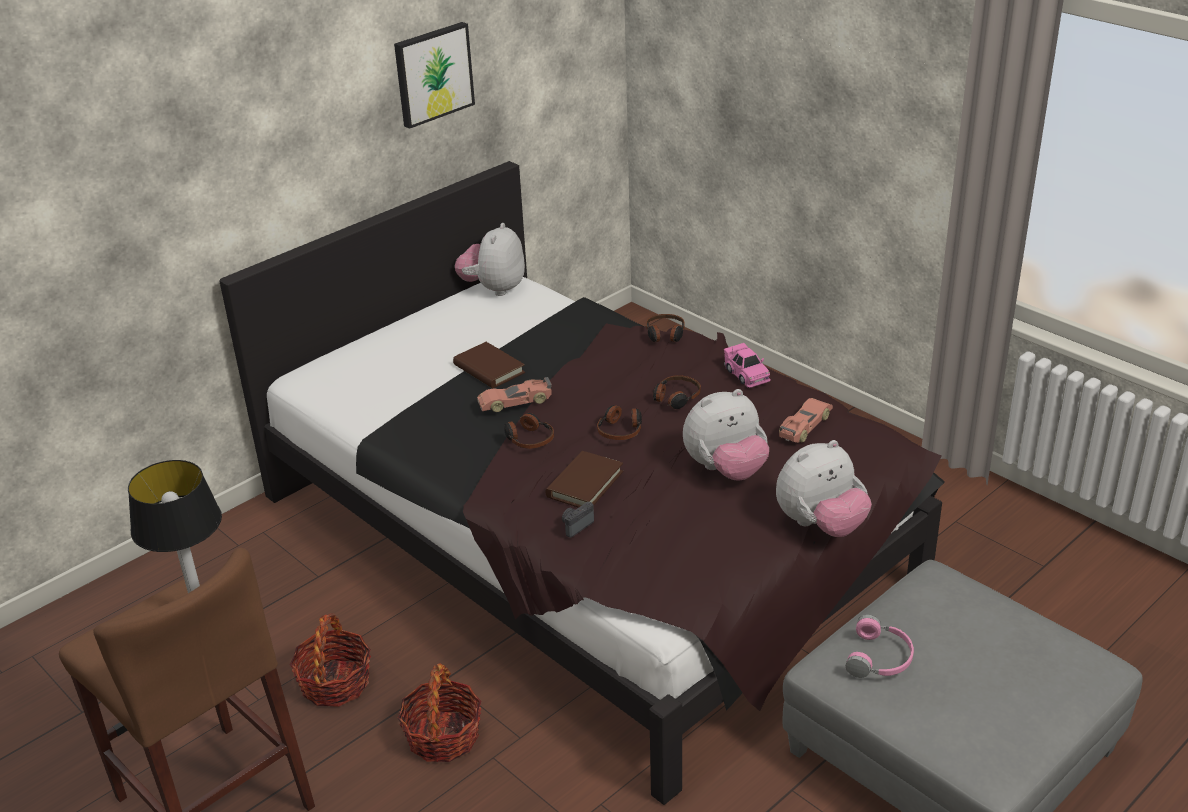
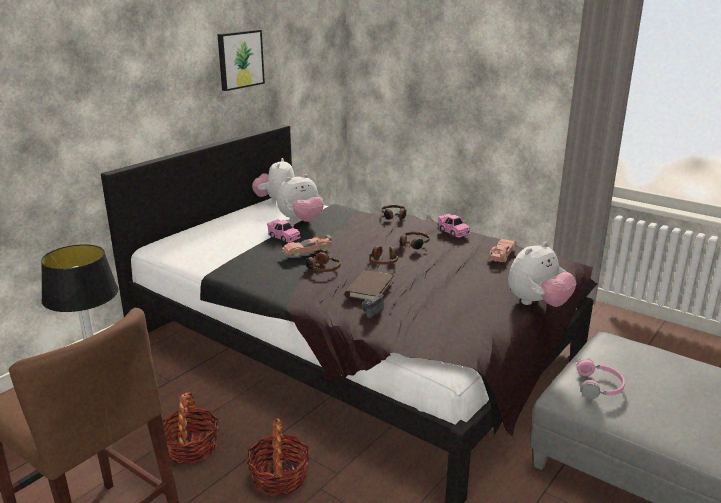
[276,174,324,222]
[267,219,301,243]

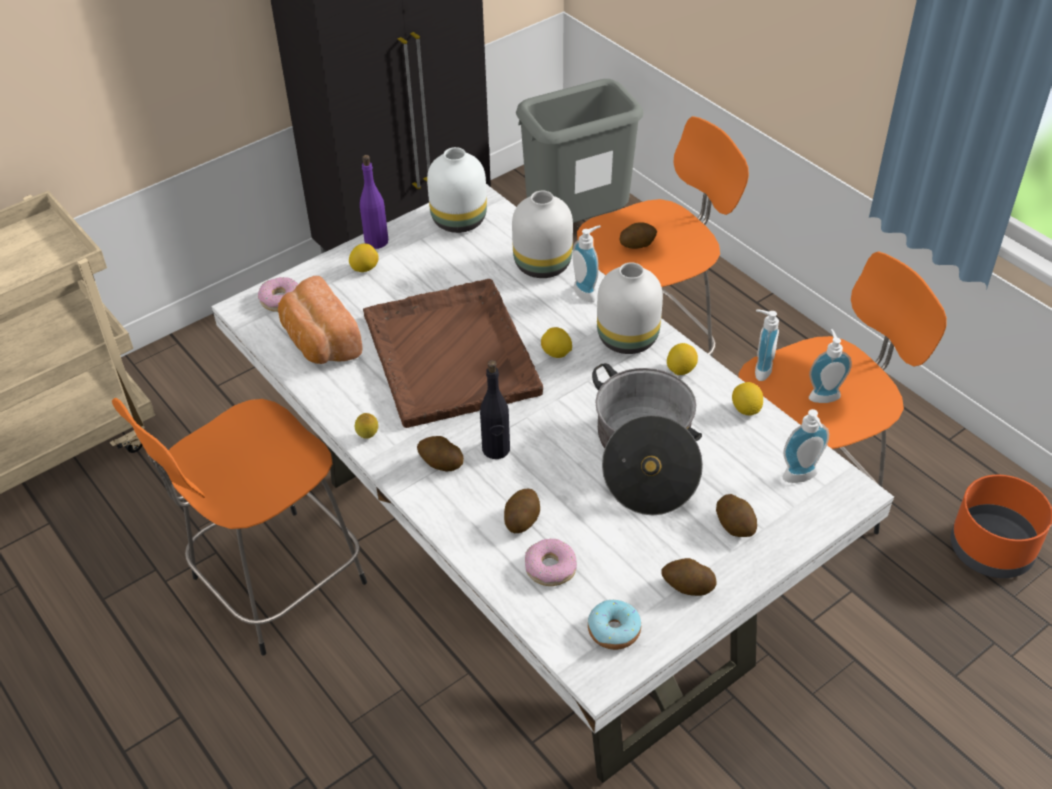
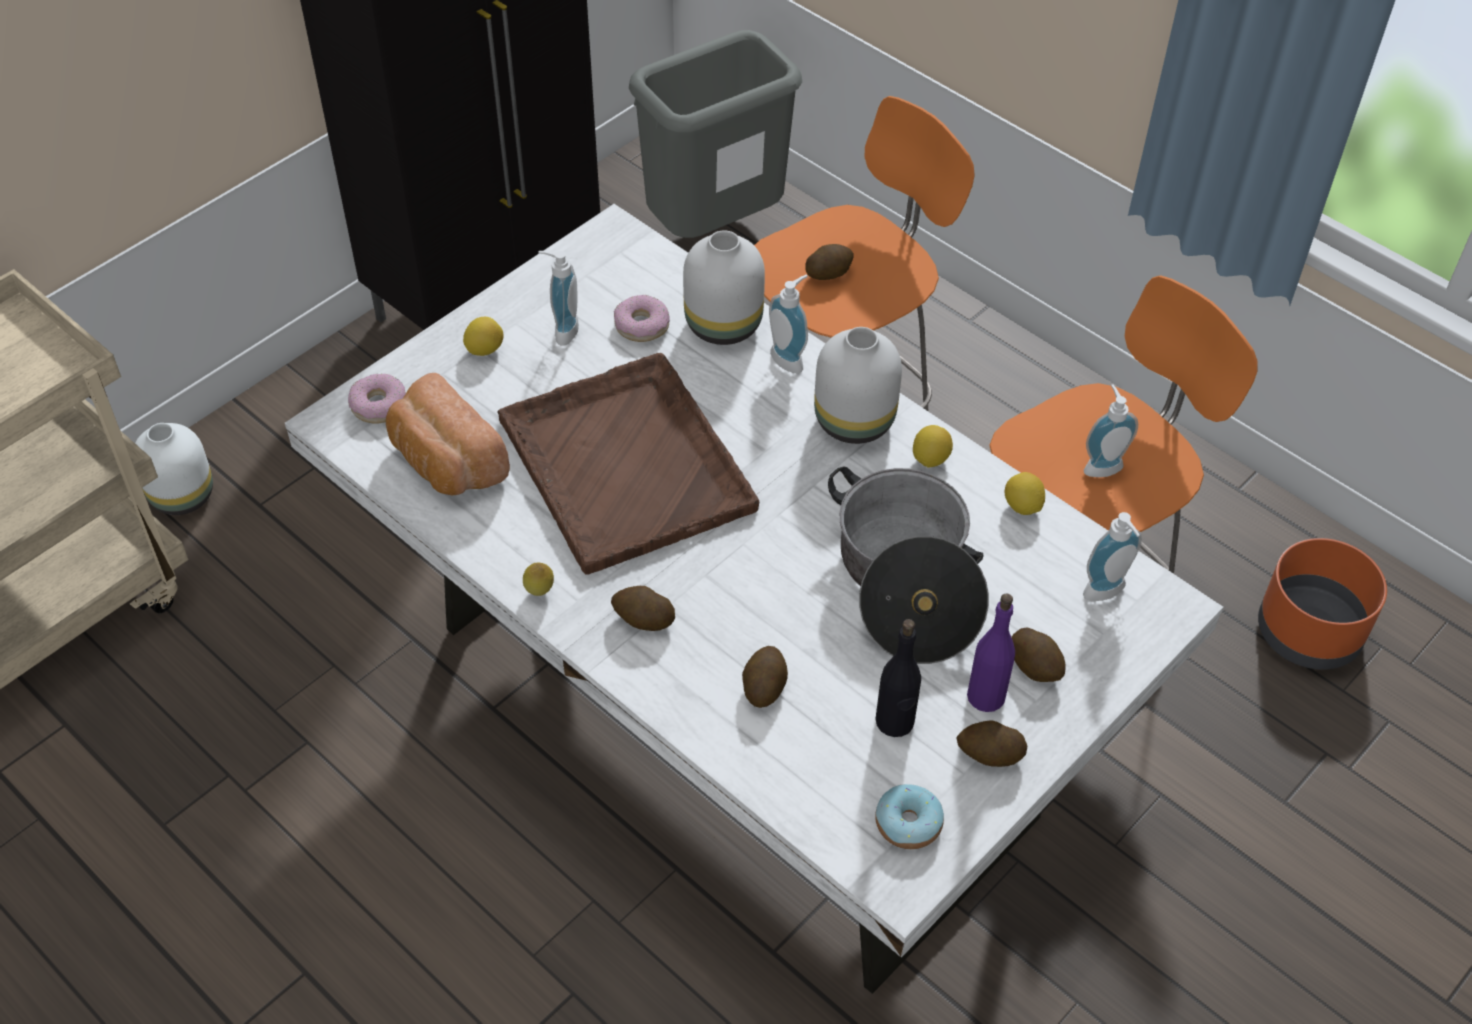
[112,398,367,655] (first image)
[541,327,572,358] (first image)
[967,594,1015,712]
[135,423,213,515]
[875,619,921,737]
[614,295,670,342]
[538,251,579,346]

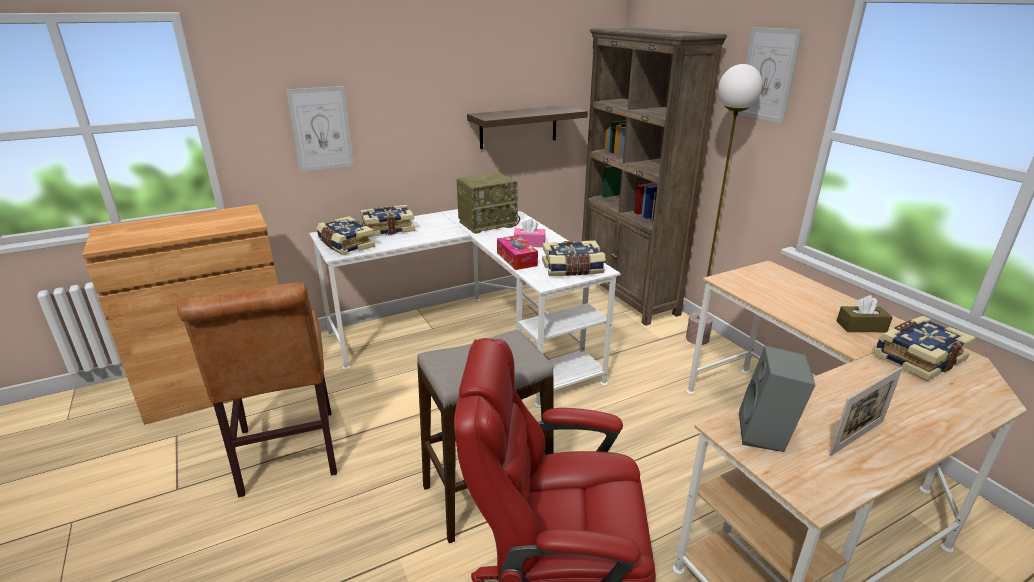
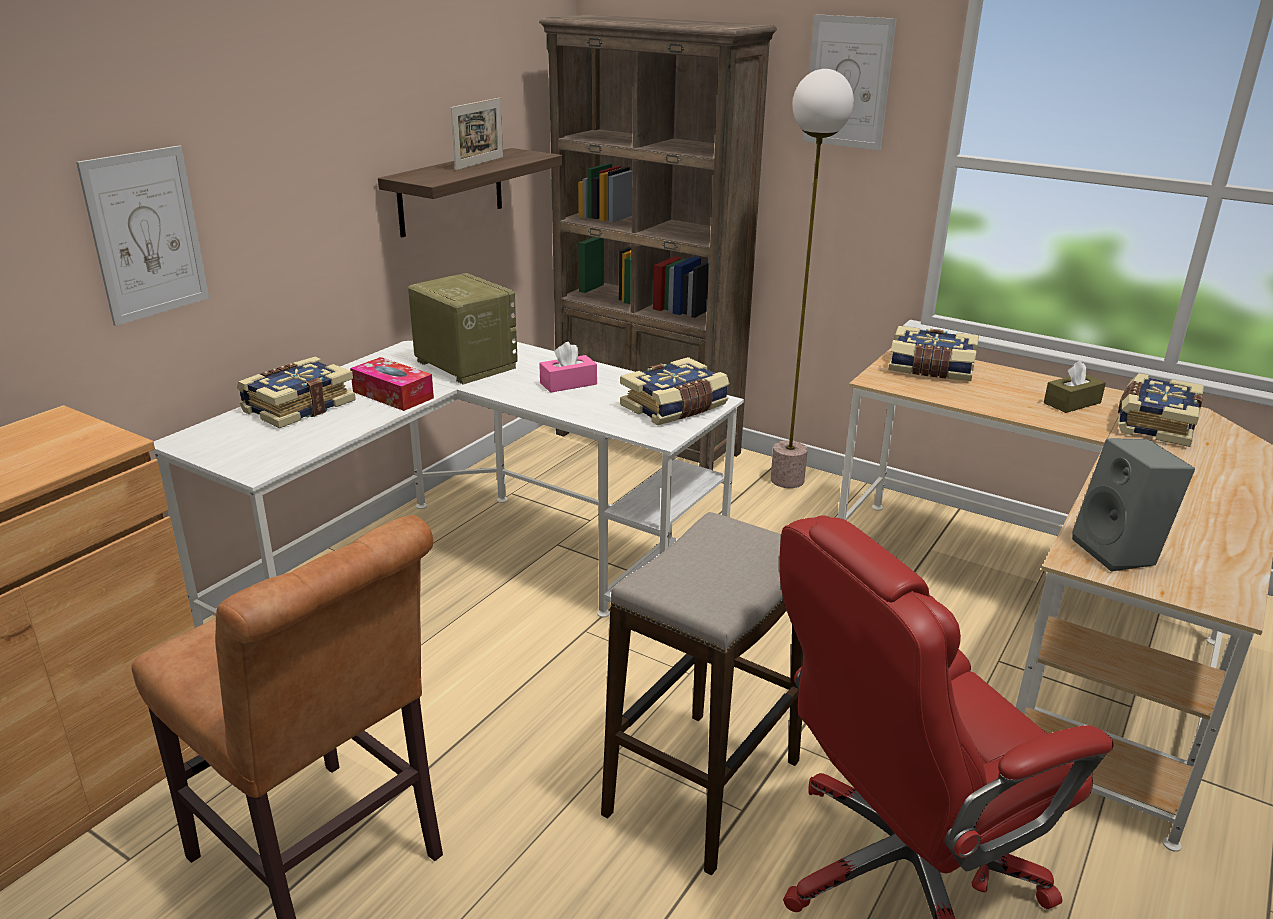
[889,326,979,381]
[350,357,434,411]
[451,98,503,170]
[408,273,518,385]

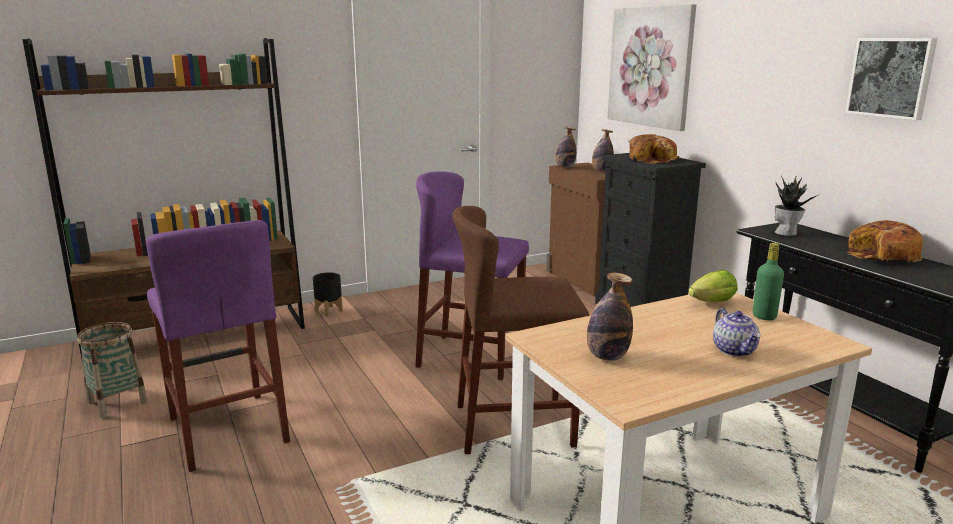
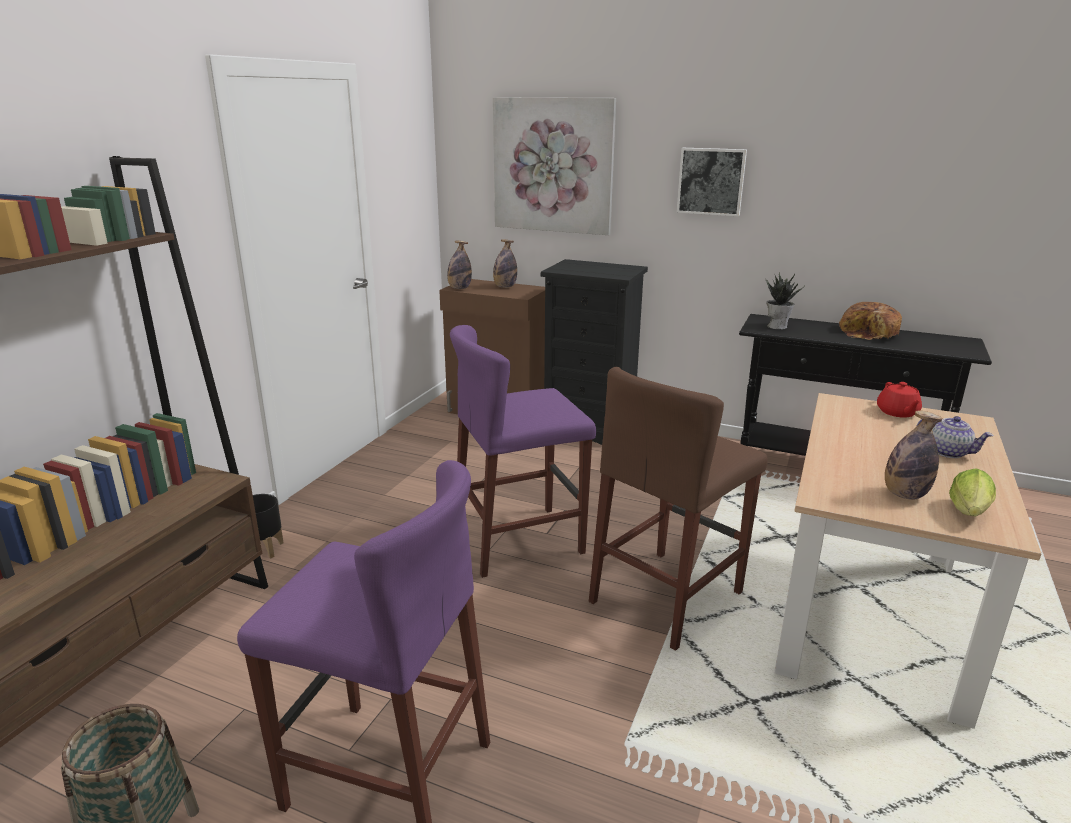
[629,134,679,164] (first image)
[949,468,996,517]
[677,148,747,216]
[877,382,922,418]

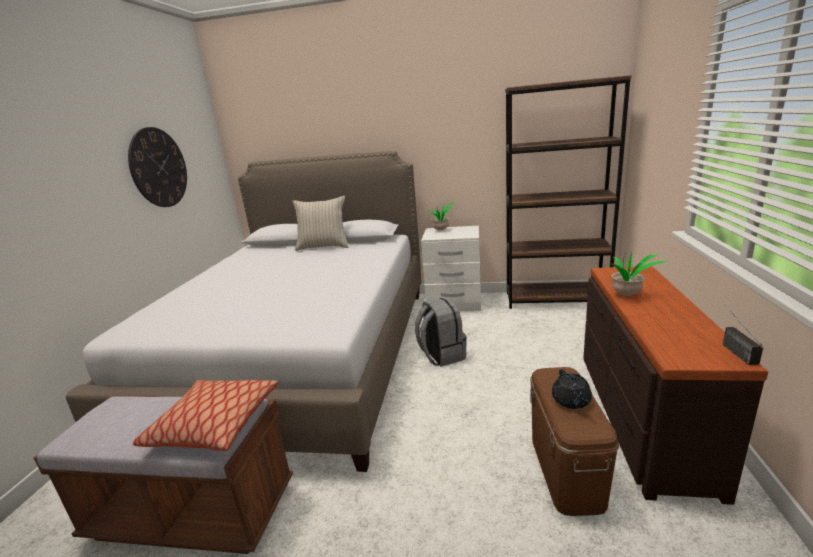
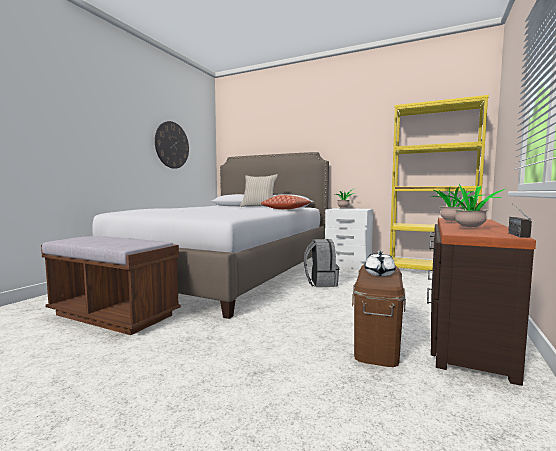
[441,184,505,227]
[261,195,311,209]
[390,95,489,270]
[365,251,396,276]

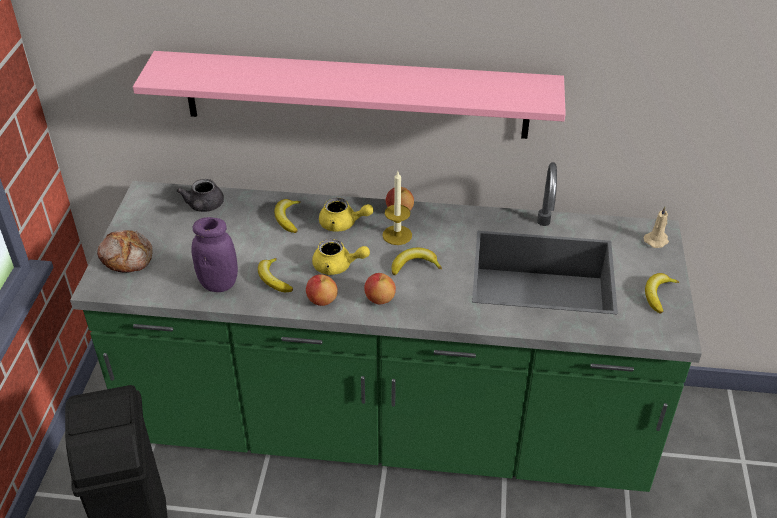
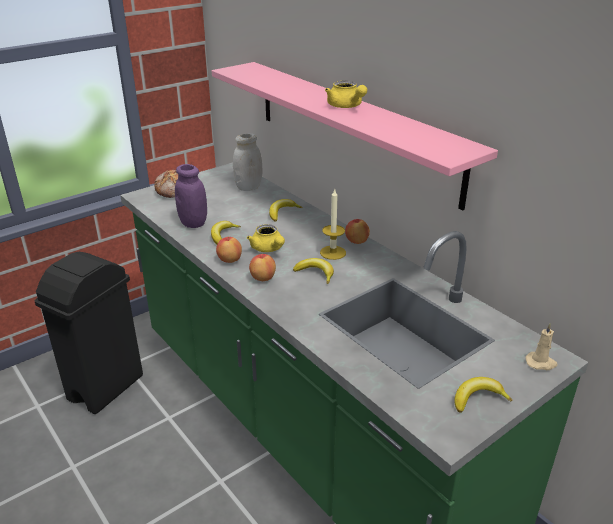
[325,81,367,108]
[233,133,263,191]

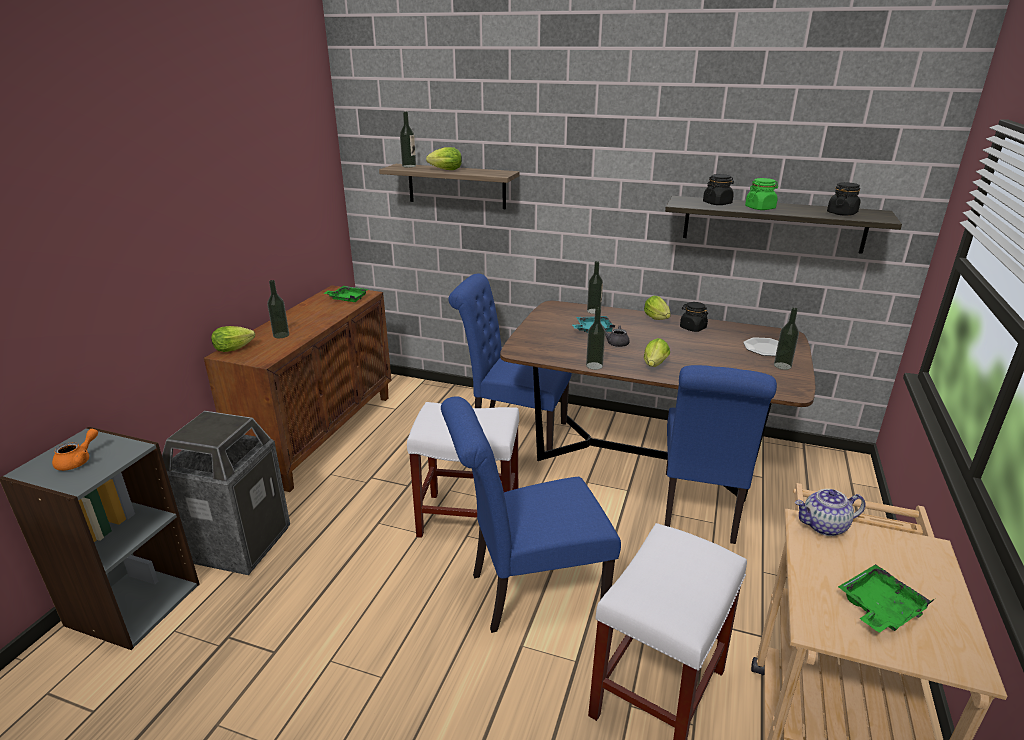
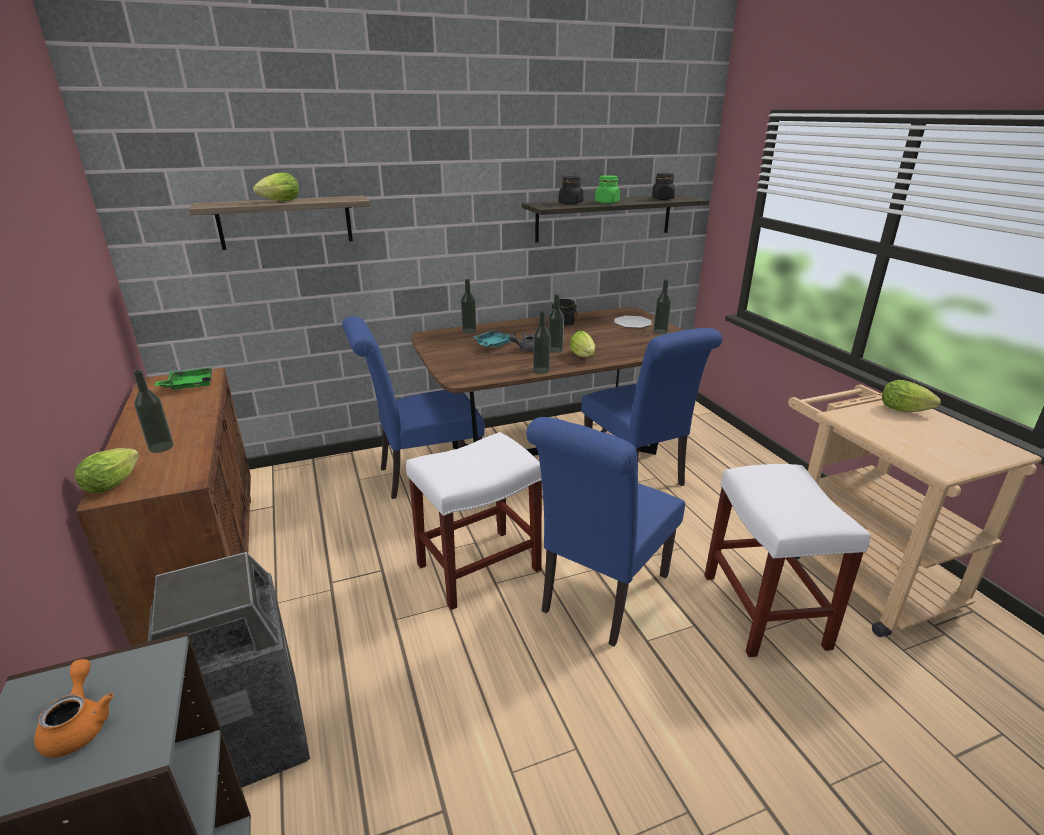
[795,489,866,536] (first image)
[838,564,934,633] (first image)
[548,294,564,353]
[882,380,941,412]

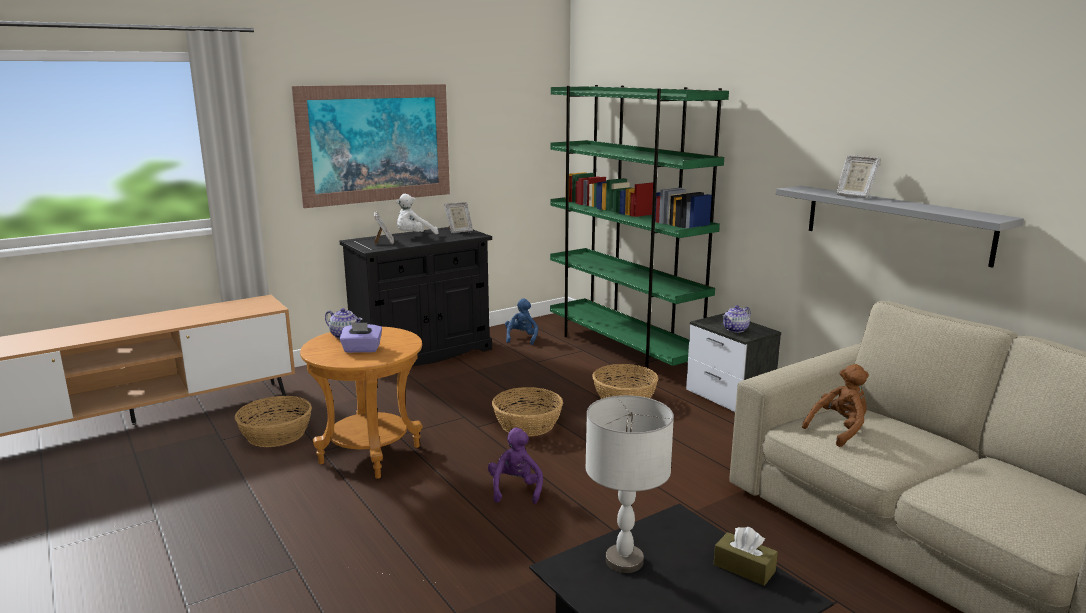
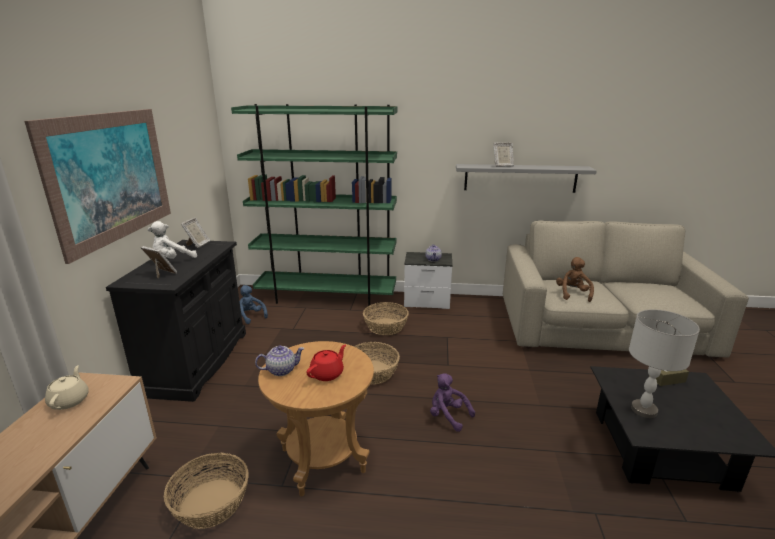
[45,365,88,410]
[306,344,346,381]
[148,221,197,259]

